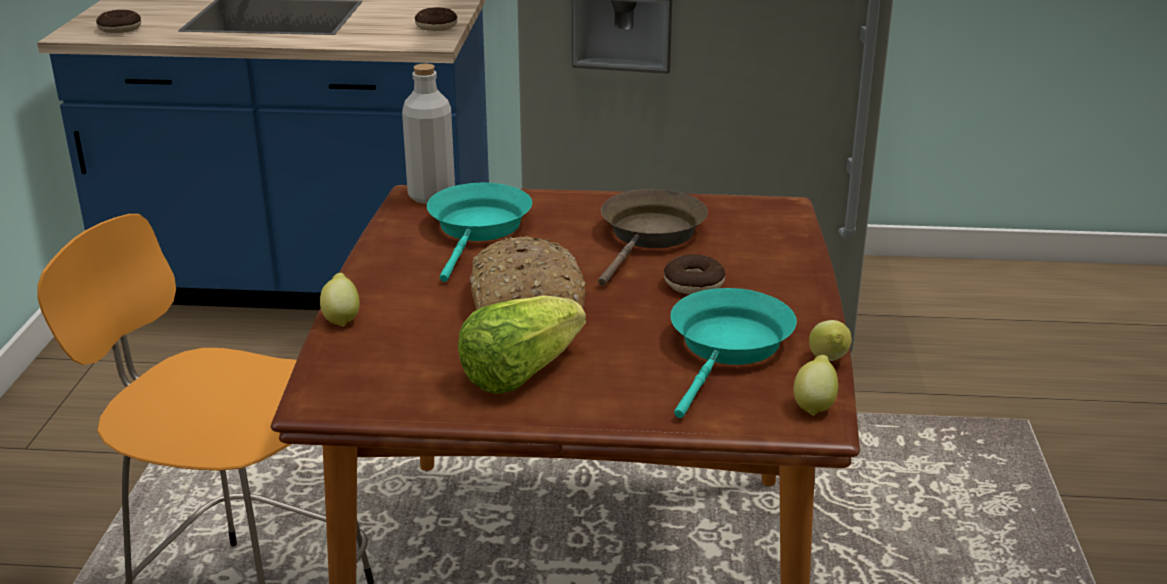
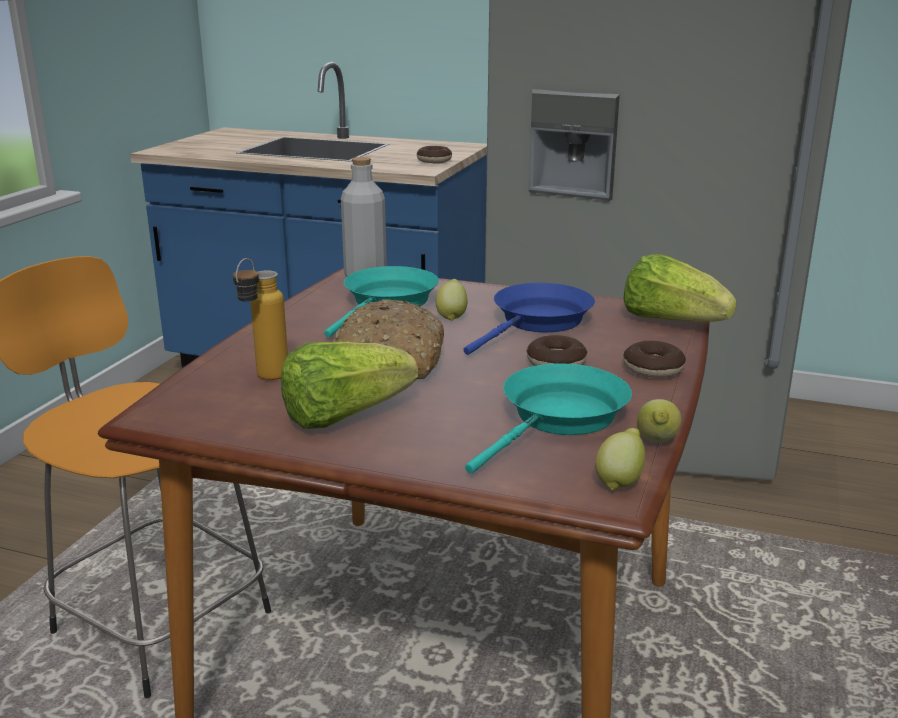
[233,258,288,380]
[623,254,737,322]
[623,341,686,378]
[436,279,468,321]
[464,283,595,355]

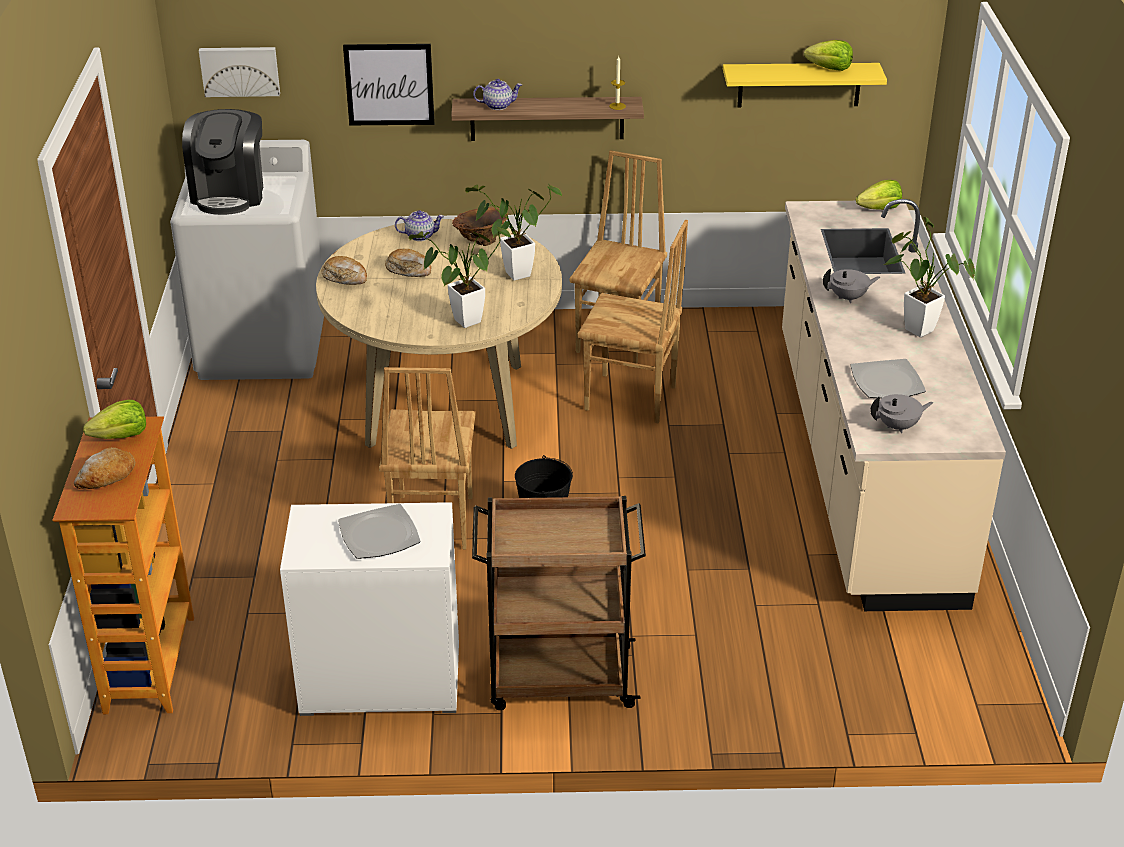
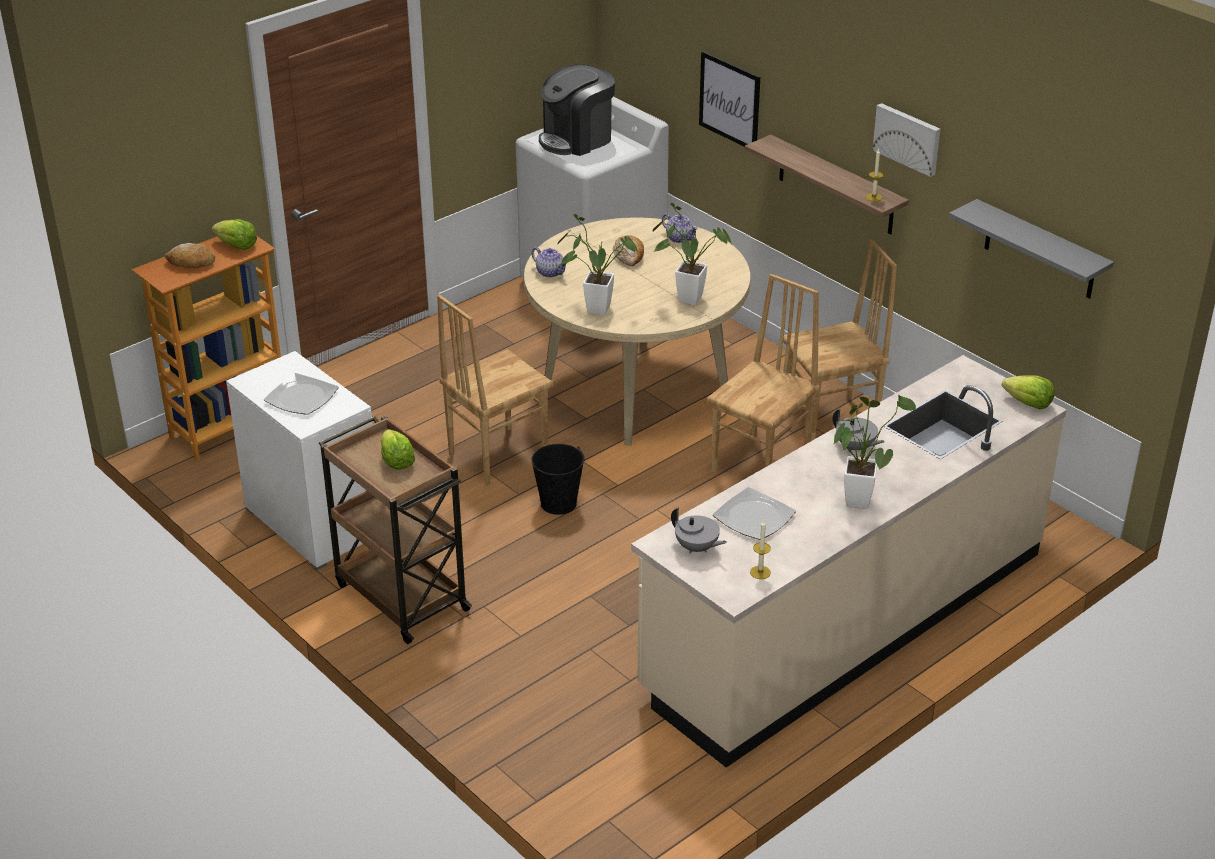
[322,256,367,285] (first image)
[452,207,508,246] (first image)
[750,521,771,579]
[873,103,940,177]
[532,247,567,278]
[381,429,415,470]
[949,199,1114,299]
[707,274,820,473]

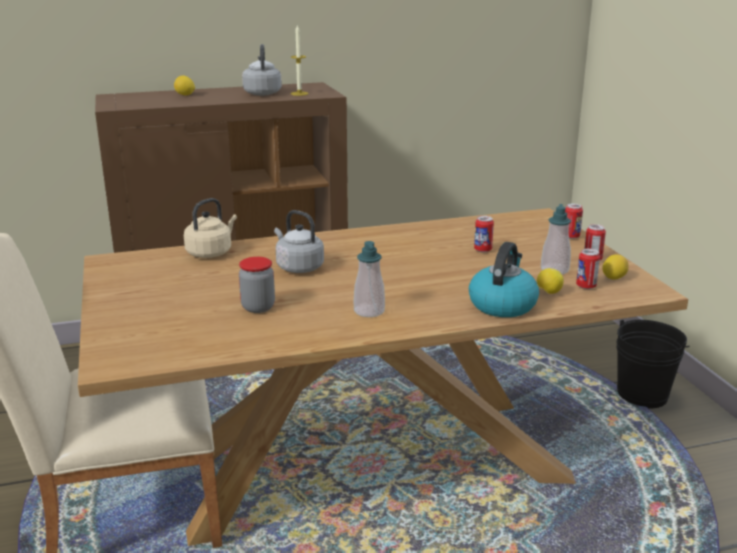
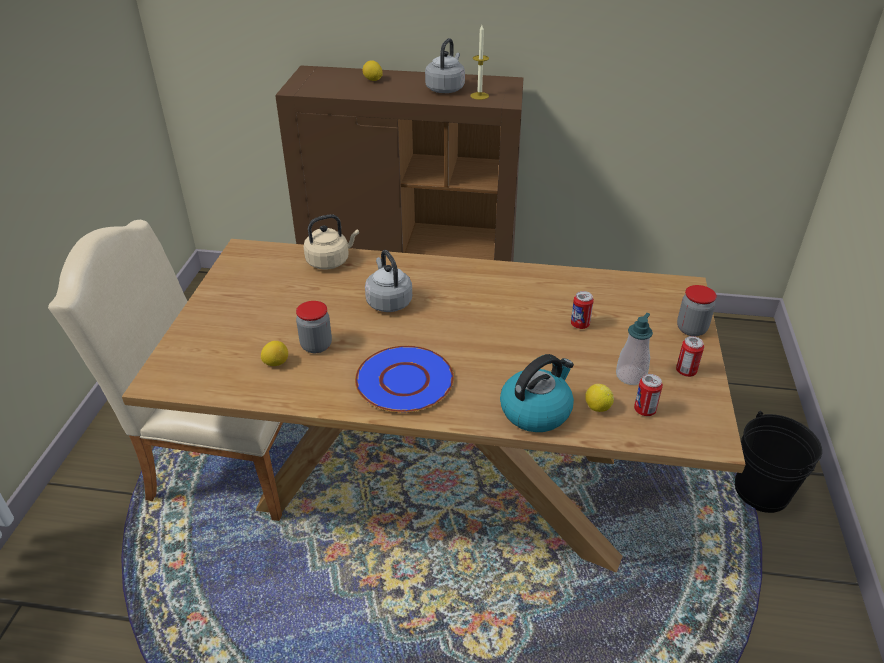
[261,341,288,366]
[355,346,454,413]
[677,285,717,336]

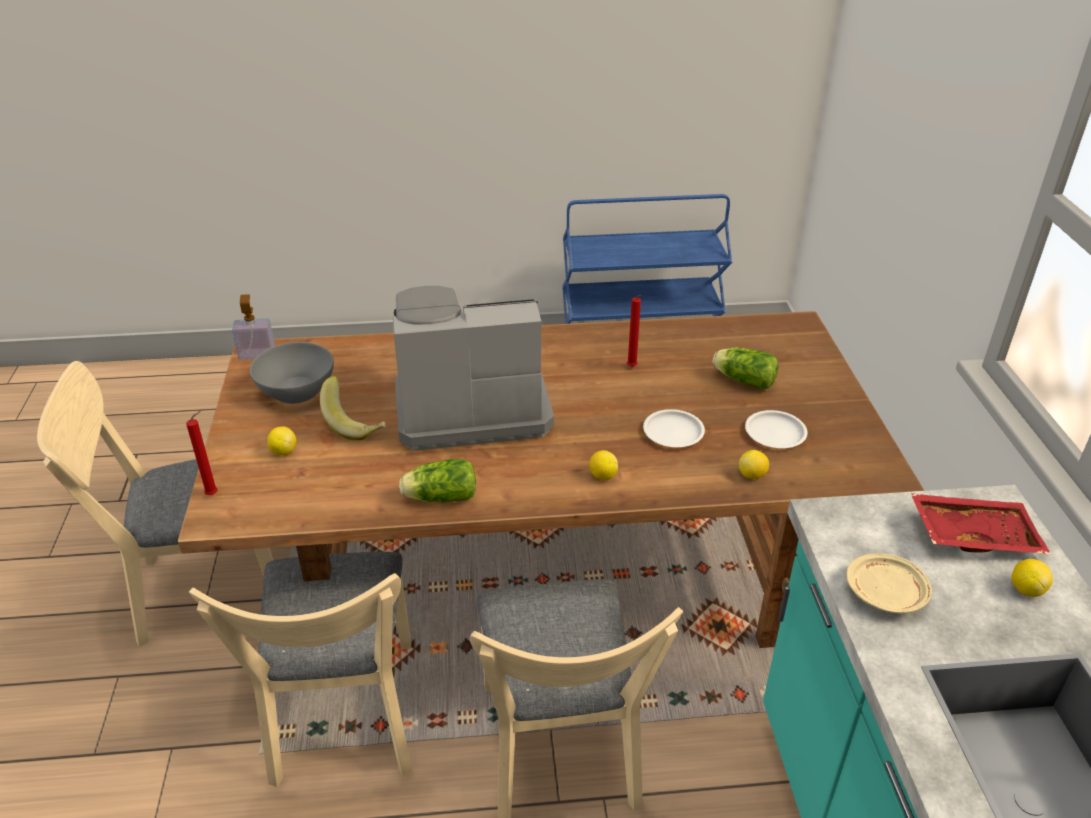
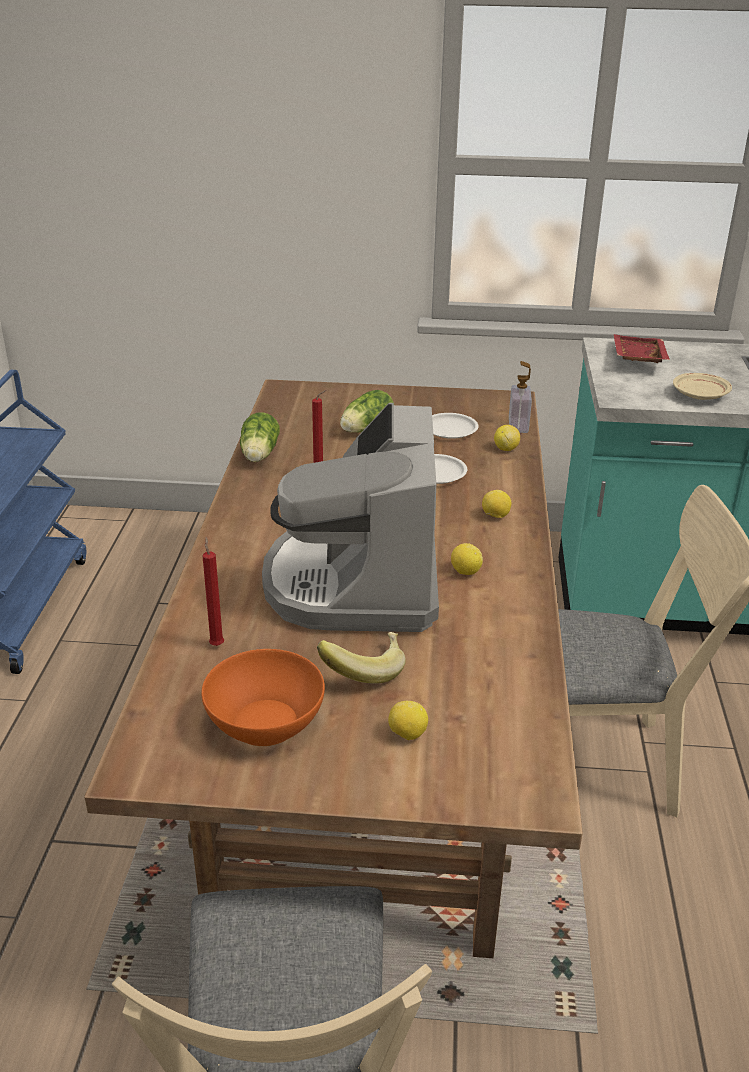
[189,552,412,787] (first image)
[203,537,224,646]
[509,361,532,433]
[240,412,280,462]
[451,543,483,575]
[201,649,325,746]

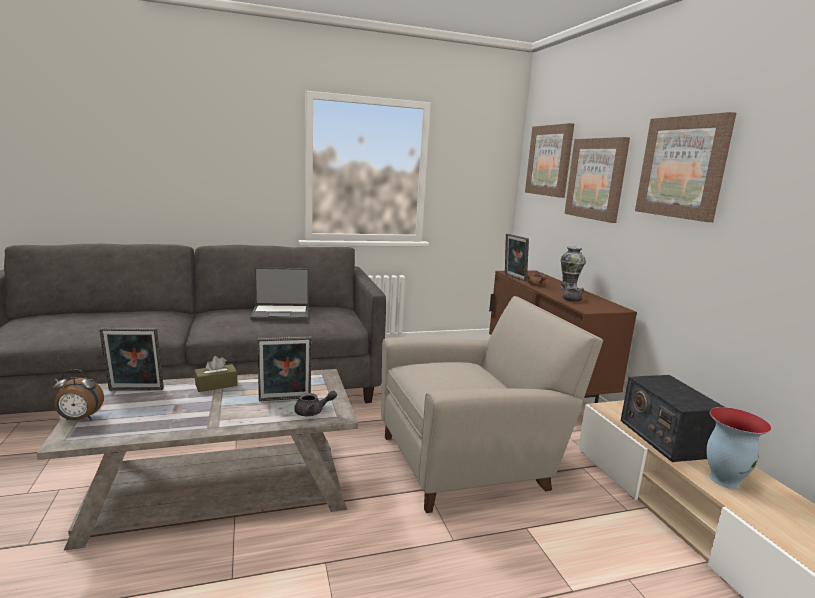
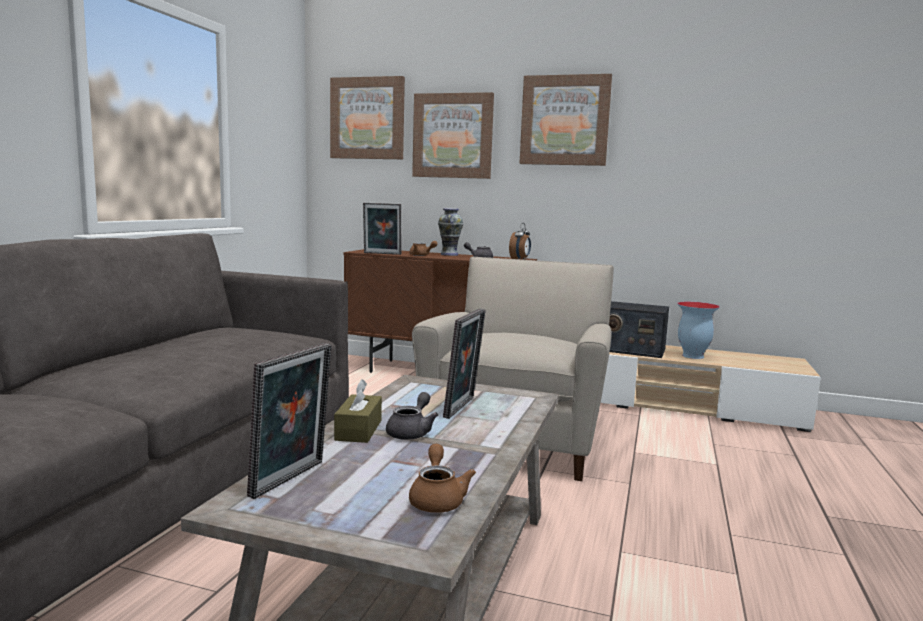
[250,267,309,320] (first image)
[409,444,476,513]
[509,223,531,259]
[386,392,438,440]

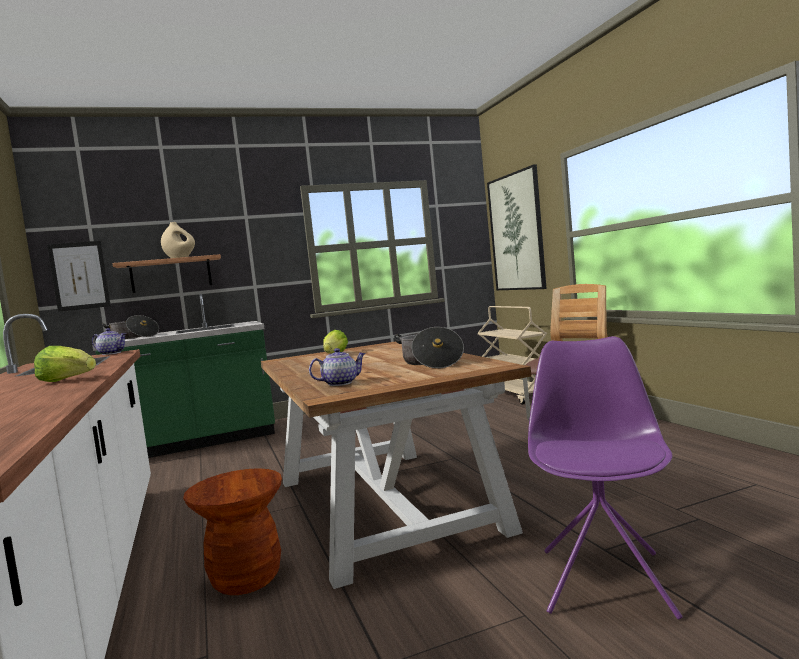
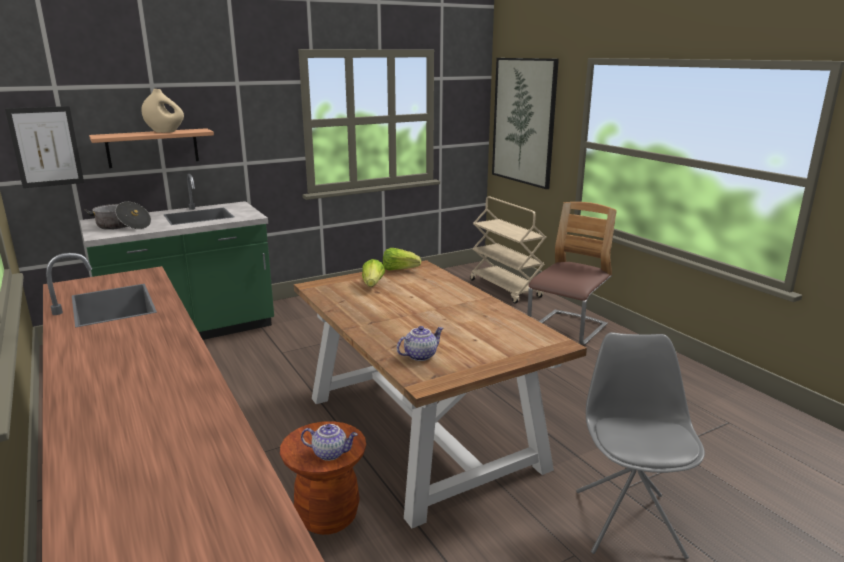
[394,327,464,368] (first image)
[383,248,421,270]
[301,424,358,461]
[576,332,705,559]

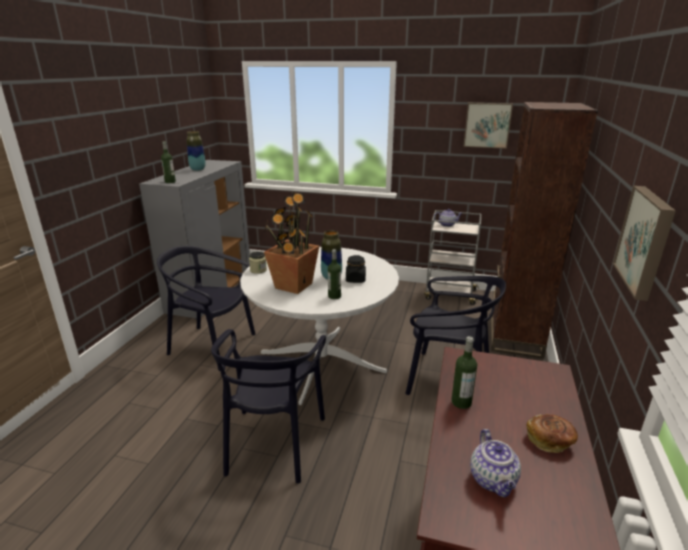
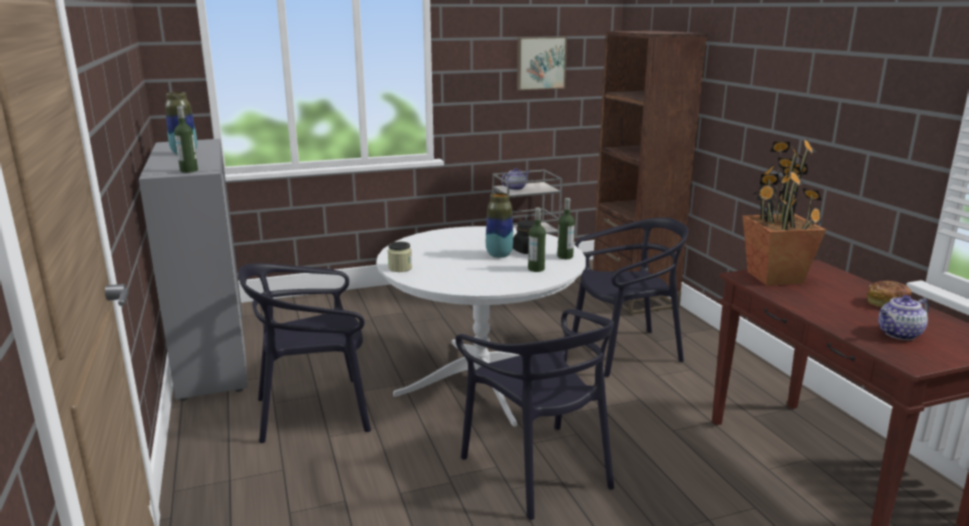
[613,186,676,301] (first image)
[743,139,826,286]
[557,198,575,259]
[878,295,929,340]

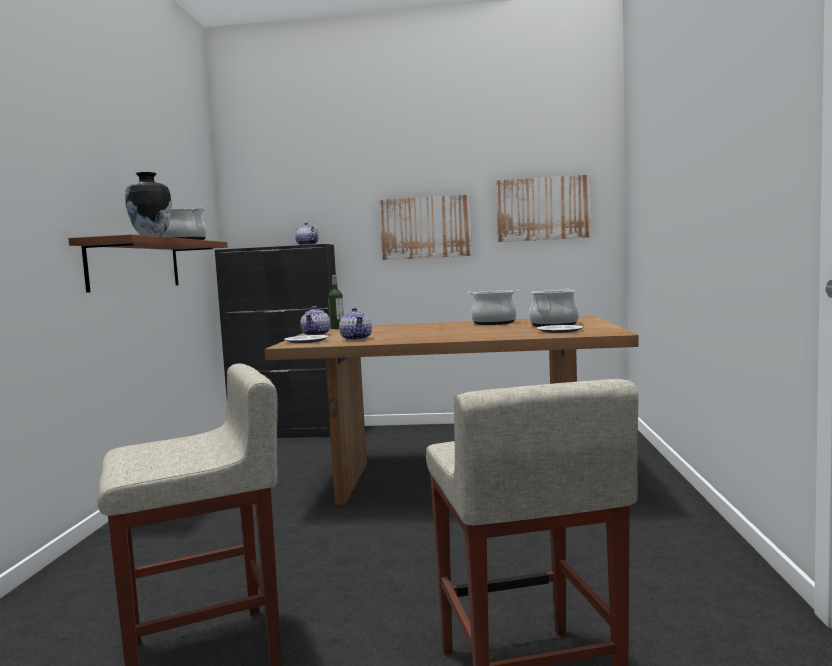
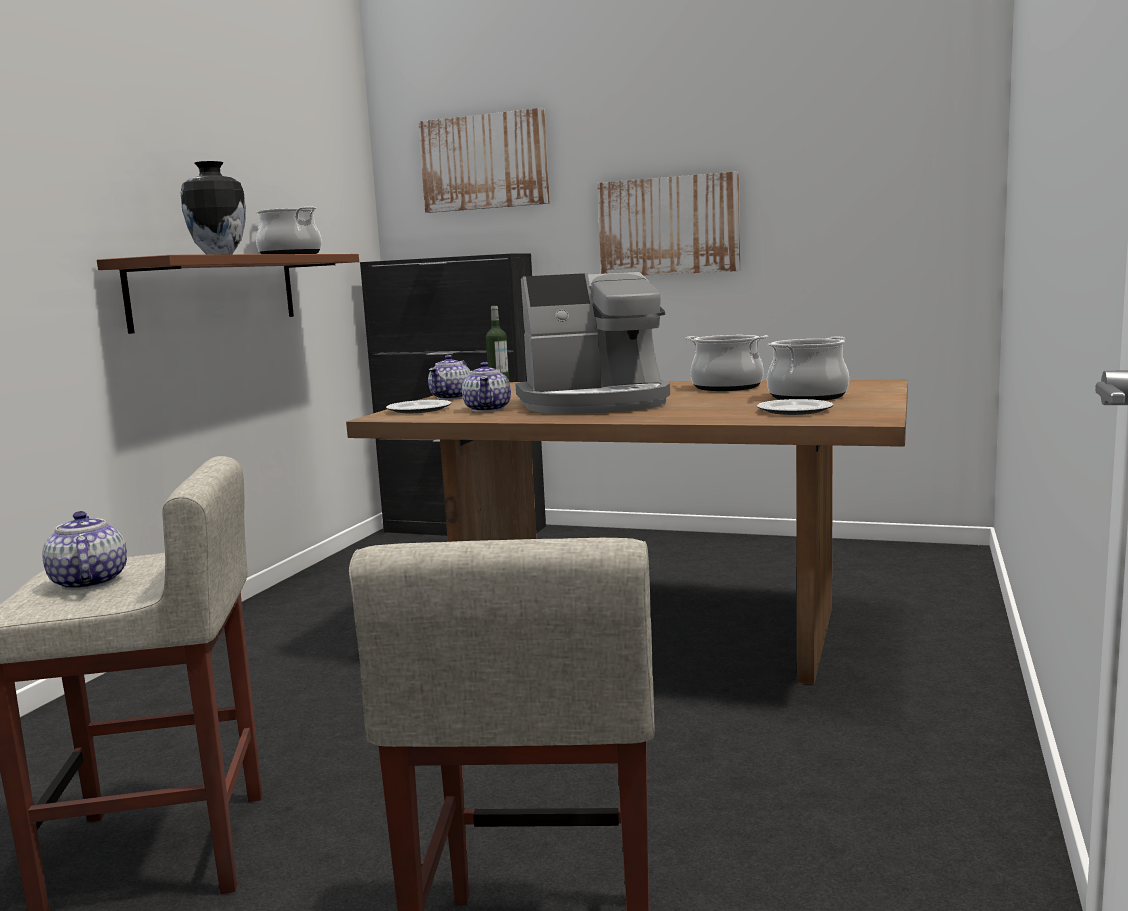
[515,272,670,414]
[42,511,127,590]
[418,108,549,213]

